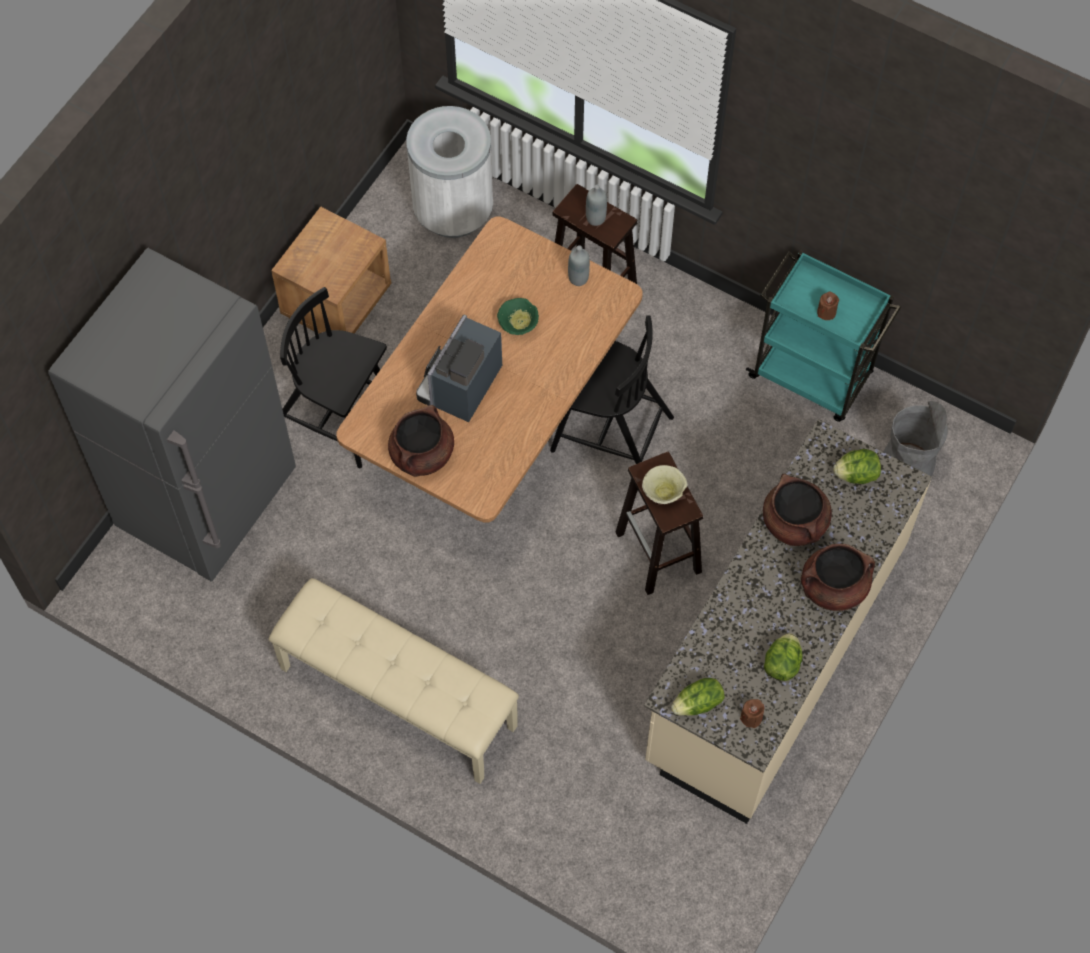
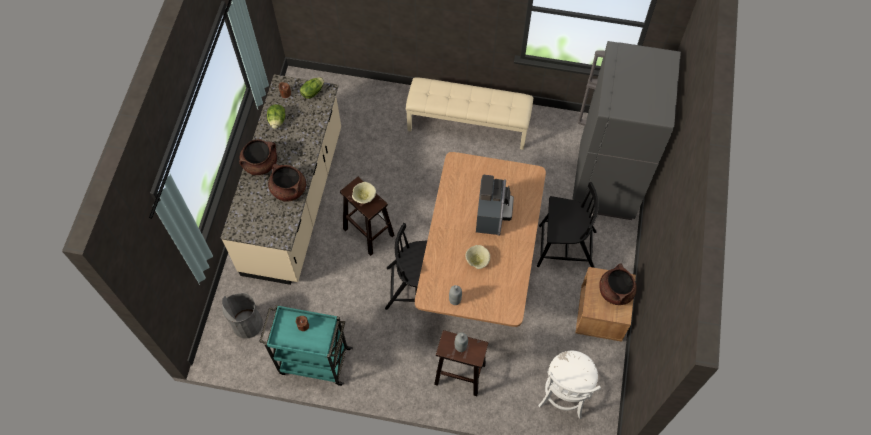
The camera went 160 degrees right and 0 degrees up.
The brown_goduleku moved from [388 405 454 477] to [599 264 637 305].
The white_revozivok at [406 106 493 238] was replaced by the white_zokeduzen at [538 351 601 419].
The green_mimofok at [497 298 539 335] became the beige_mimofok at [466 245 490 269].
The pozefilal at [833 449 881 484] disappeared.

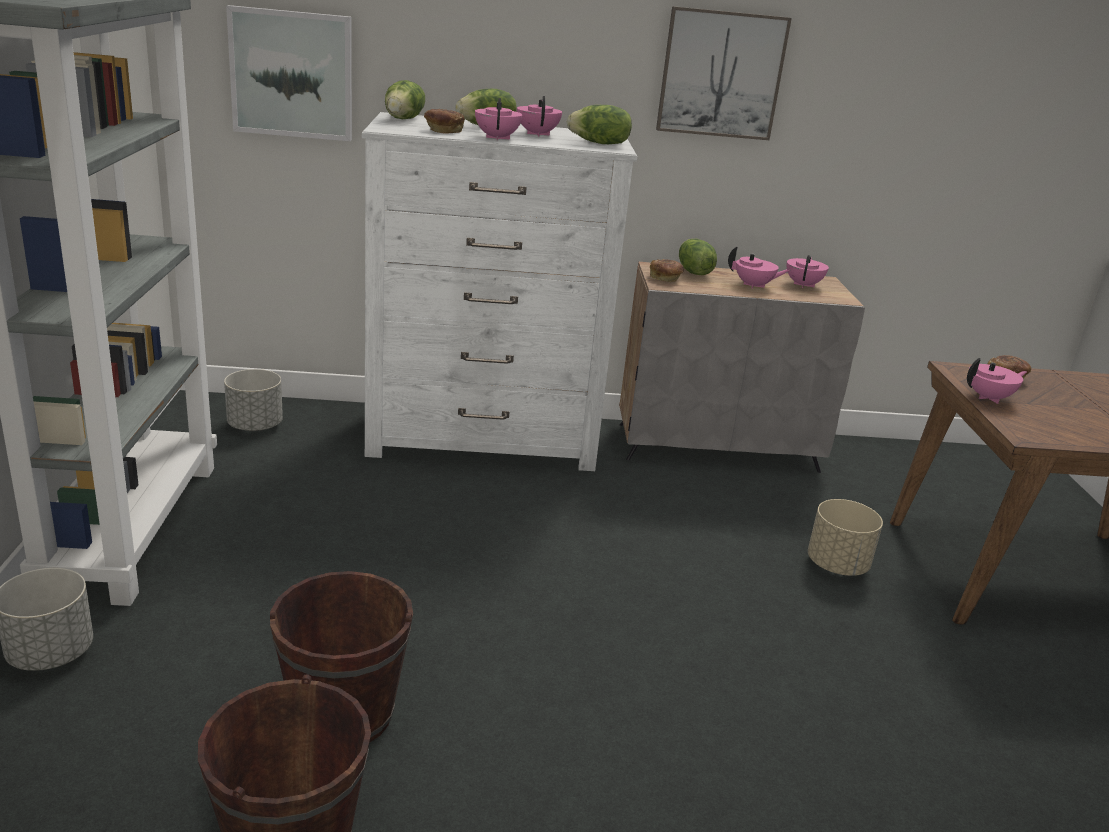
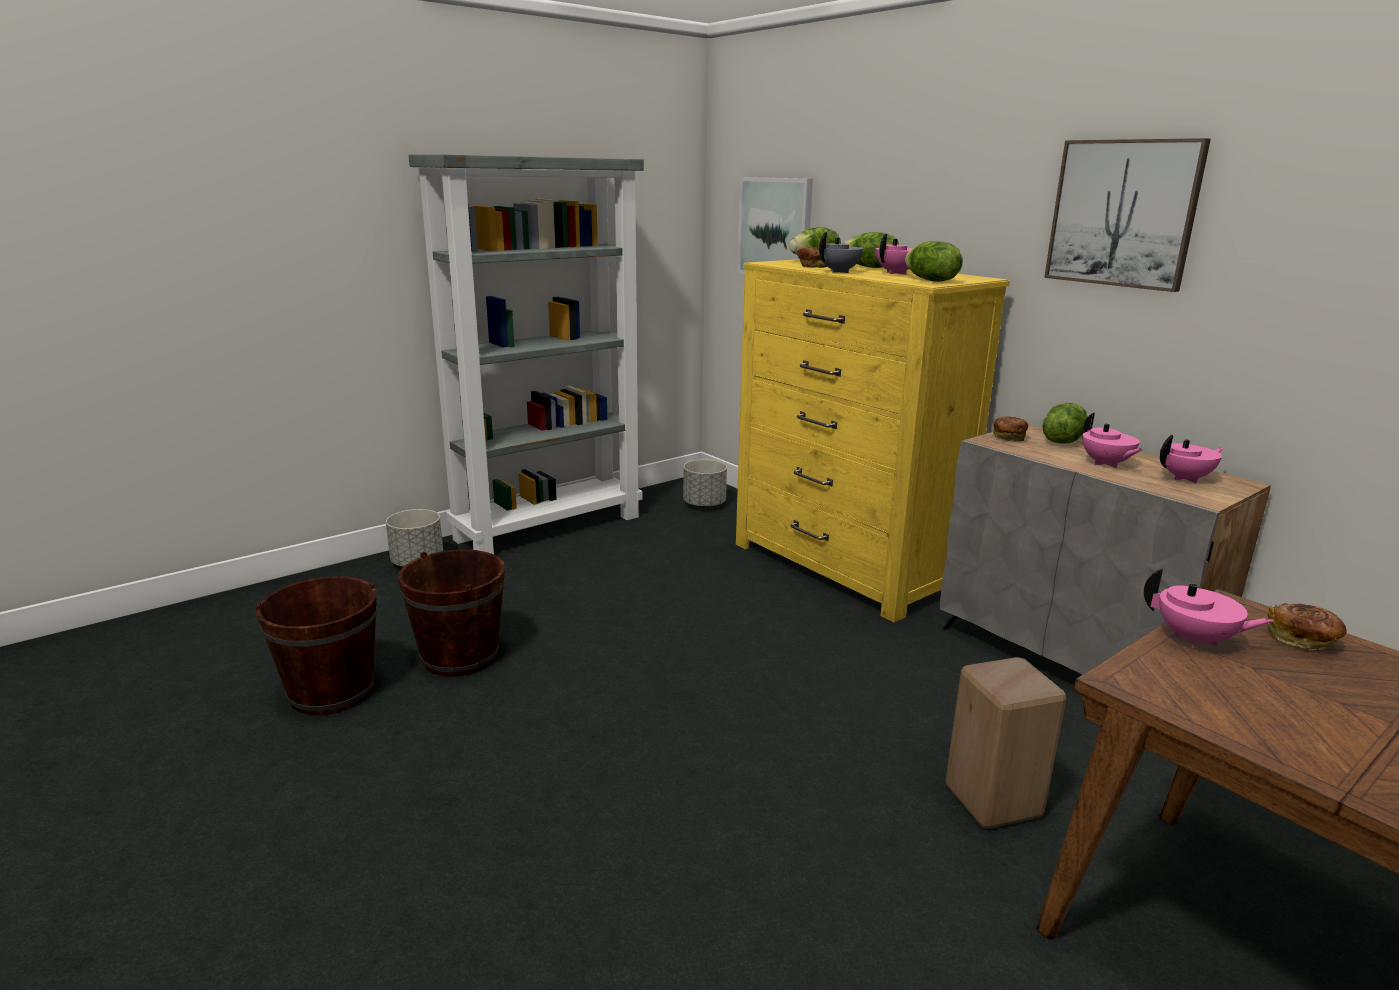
The camera went 55 degrees right and 5 degrees down.
The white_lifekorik at [362 112 637 471] became the yellow_lifekorik at [736 259 1010 623].
The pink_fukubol at [475 98 523 140] became the grey_fukubol at [819 232 864 273].
The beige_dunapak at [808 499 883 576] was replaced by the beige_zokeduzen at [946 657 1066 829].

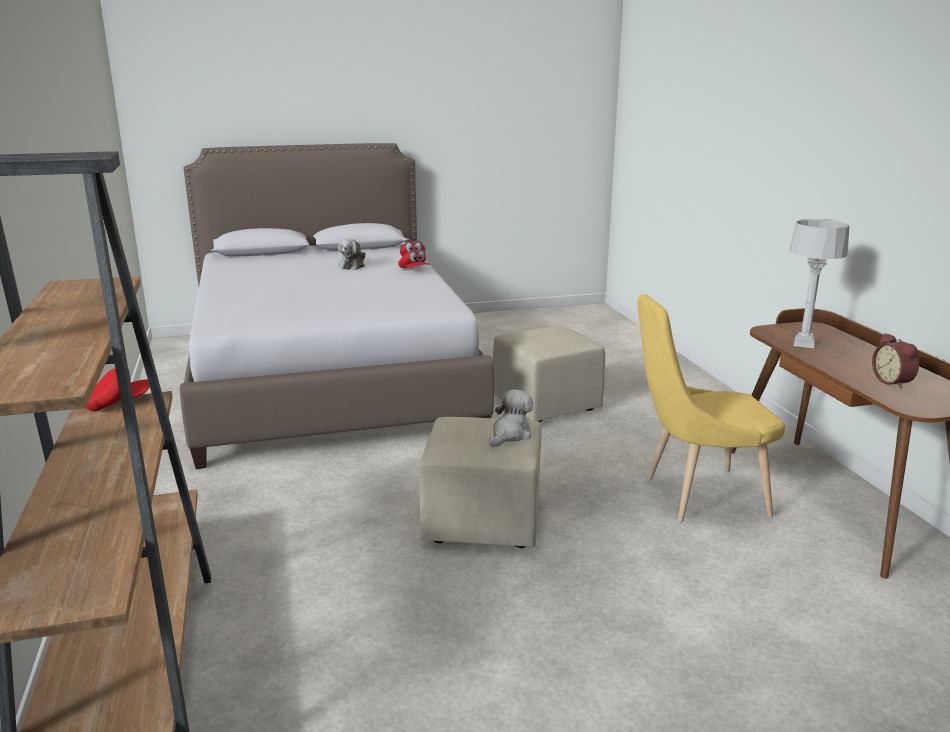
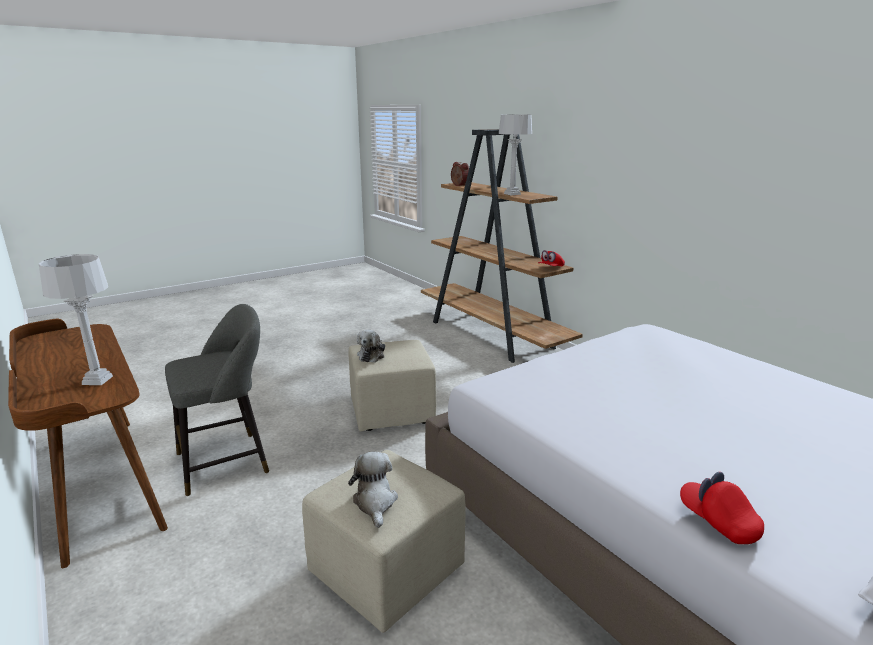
The camera went 160 degrees right and 0 degrees up.
The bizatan moved from [338 238 365 270] to [348 452 398 528].
The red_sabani at [398 249 430 268] disappeared.
The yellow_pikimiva at [638 294 785 522] was replaced by the grey_zokeduzen at [165 304 269 496].
The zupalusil moved from [872 333 919 389] to [451 162 469 186].
The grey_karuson at [499 114 532 195] appeared.

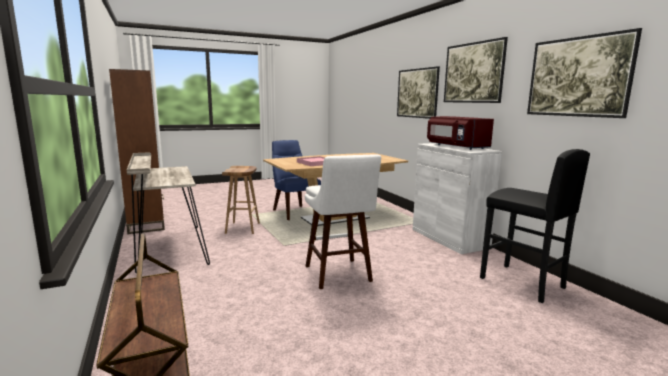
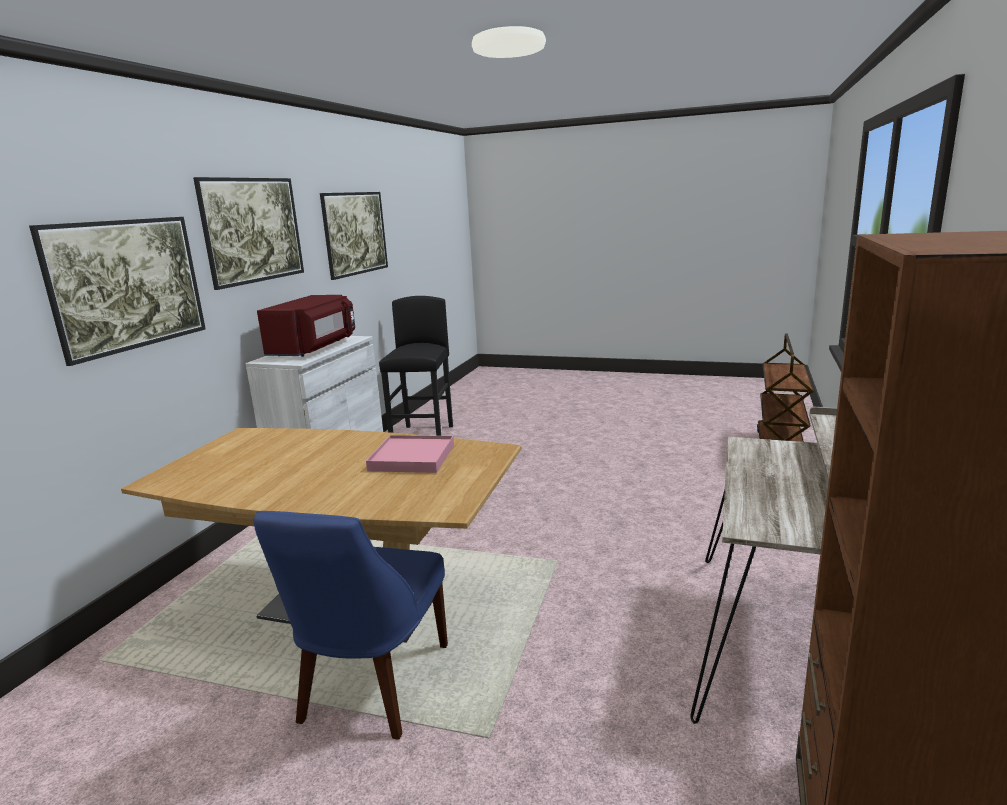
The camera went 135 degrees left and 5 degrees up.
The brown_zokeduzen at [222 166 260 234] disappeared.
The white_zokeduzen at [305 155 381 289] disappeared.

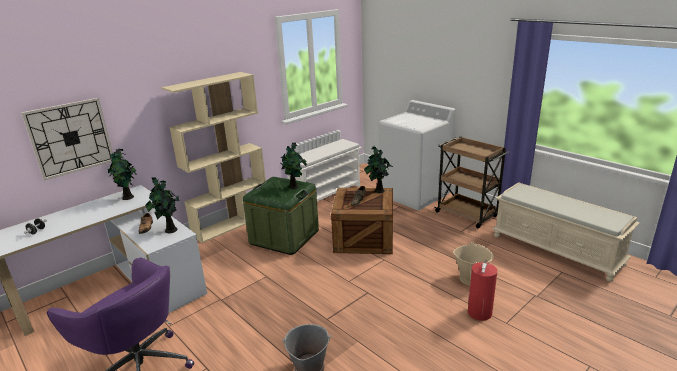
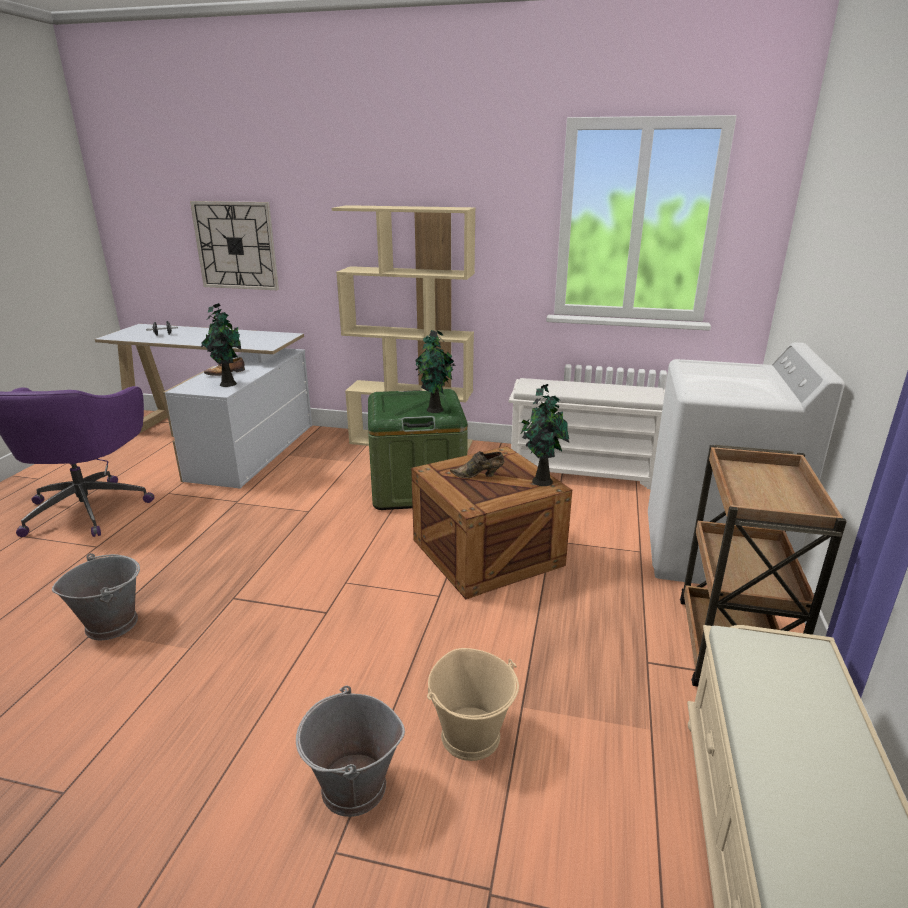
The camera went 55 degrees right and 0 degrees up.
The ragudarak at [108 149 137 200] disappeared.
The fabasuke at [468 260 497 321] was replaced by the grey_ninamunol at [296 686 405 817].

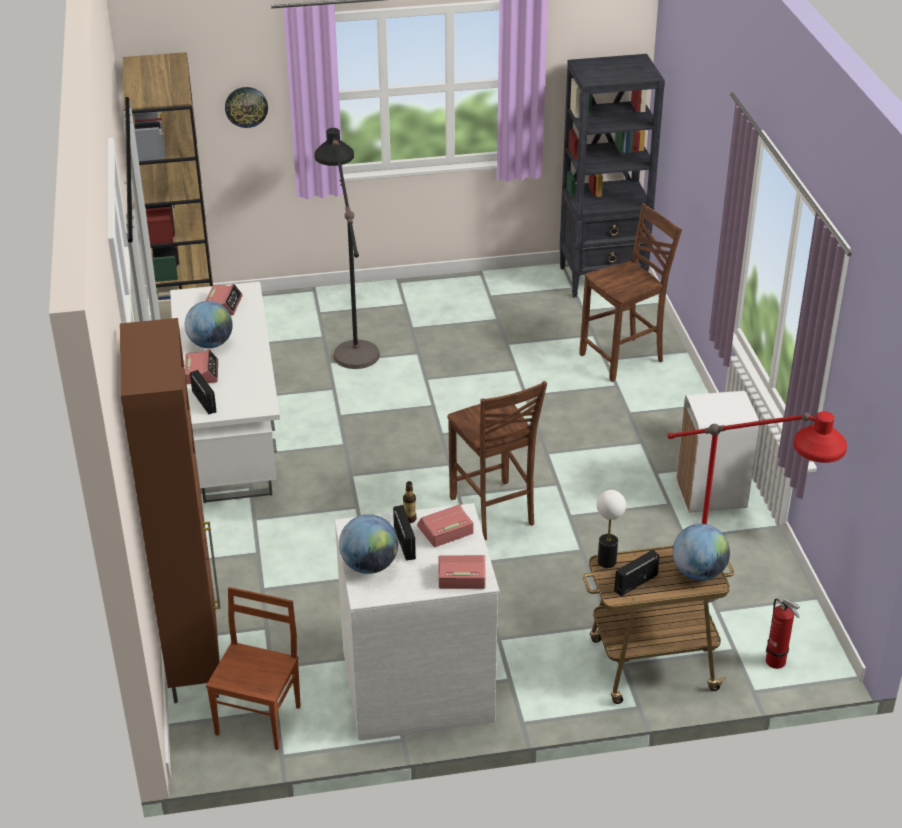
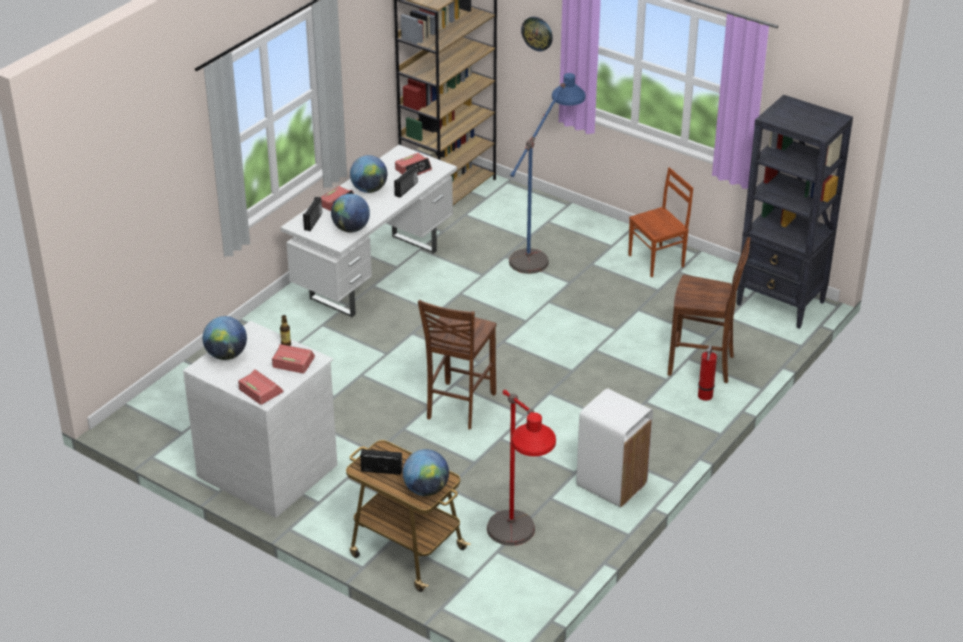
The camera went 45 degrees right and 0 degrees up.
The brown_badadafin at [120 318 221 703] disappeared.
The brown_pikimiva moved from [206 587 301 750] to [628 167 693 277].
The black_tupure at [314 128 380 369] became the blue_tupure at [509 73 586 274].
The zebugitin moved from [393 505 416 561] to [394 166 418 198].
The karuson at [597 490 626 568] disappeared.
The fabasuke moved from [766 598 800 669] to [698 345 717 401].
The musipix at [331 194 370 232] appeared.

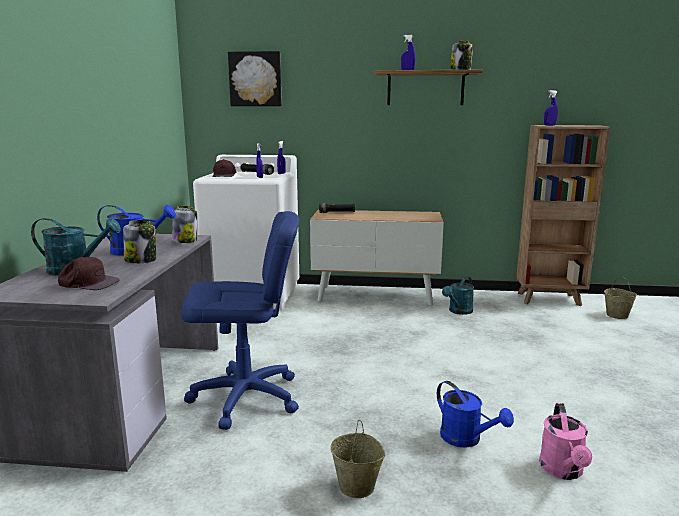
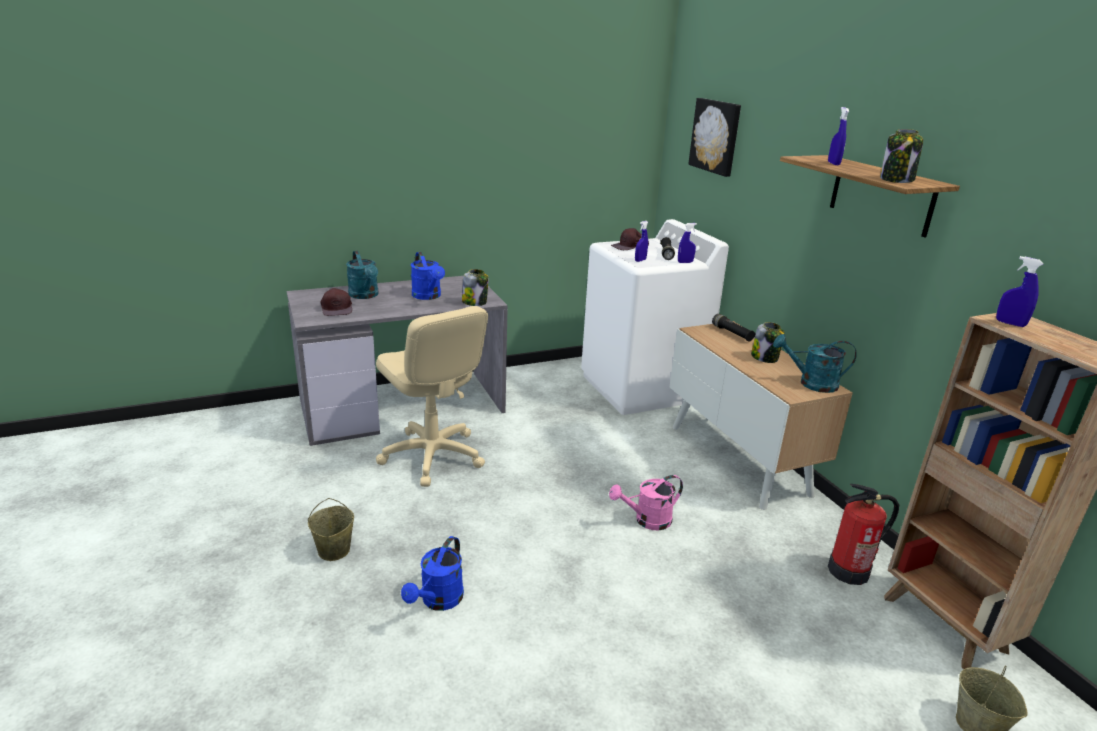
The camera went 60 degrees right and 10 degrees up.
The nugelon moved from [123 220 156 263] to [751 322 785 363].
The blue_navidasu at [181 211 299 430] became the beige_navidasu at [376 306 488 487].
The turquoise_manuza moved from [442 276 474 315] to [773 334 857 393].
The pink_manuza moved from [539 403 592 480] to [609 475 683 530].
The fabasuke at [828 484 899 585] appeared.

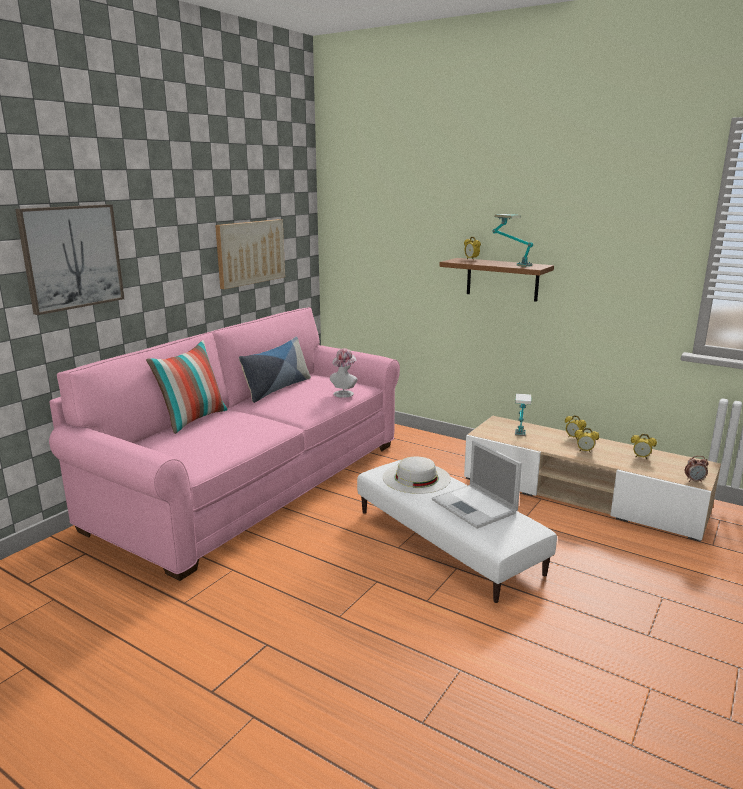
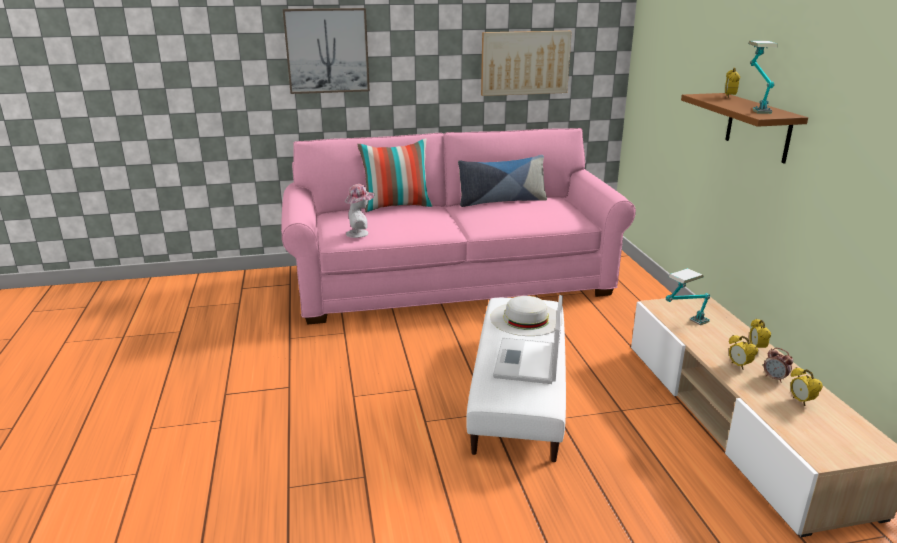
The camera went 45 degrees right and 5 degrees up.
The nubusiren moved from [330 348 357 398] to [345 184 375 238].
The zupalusil moved from [685 456 709 482] to [764 348 793 383].

